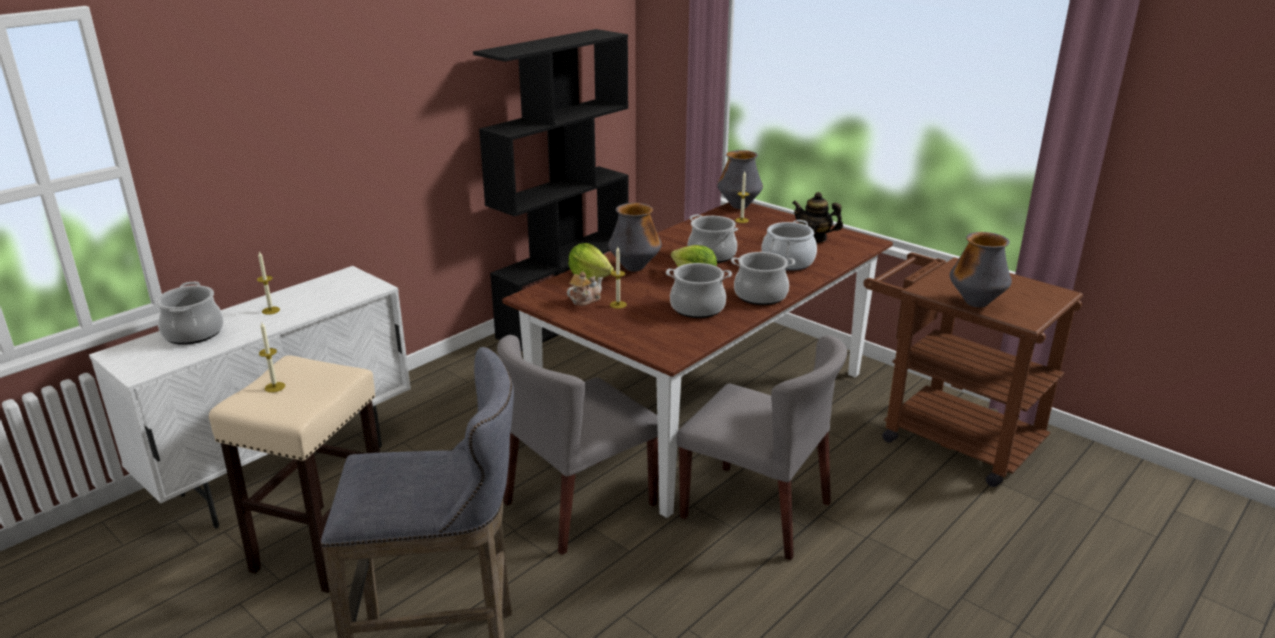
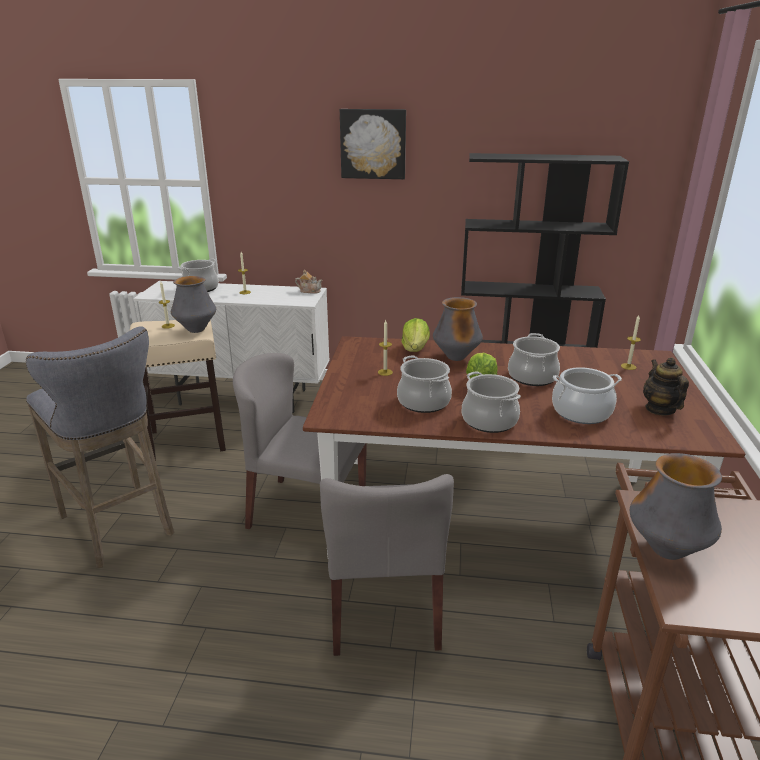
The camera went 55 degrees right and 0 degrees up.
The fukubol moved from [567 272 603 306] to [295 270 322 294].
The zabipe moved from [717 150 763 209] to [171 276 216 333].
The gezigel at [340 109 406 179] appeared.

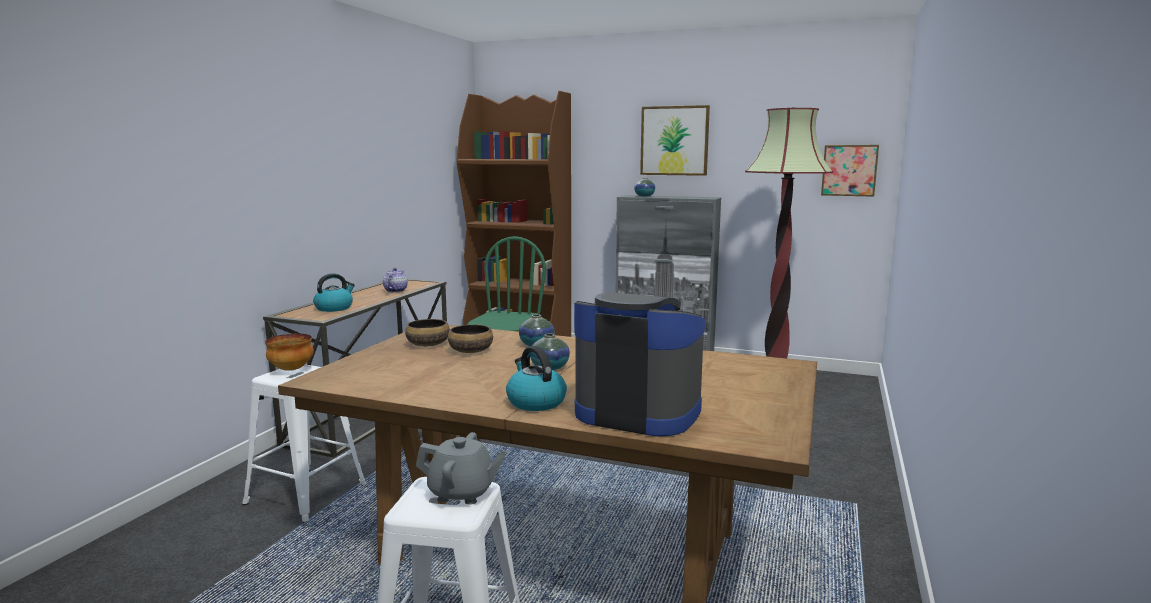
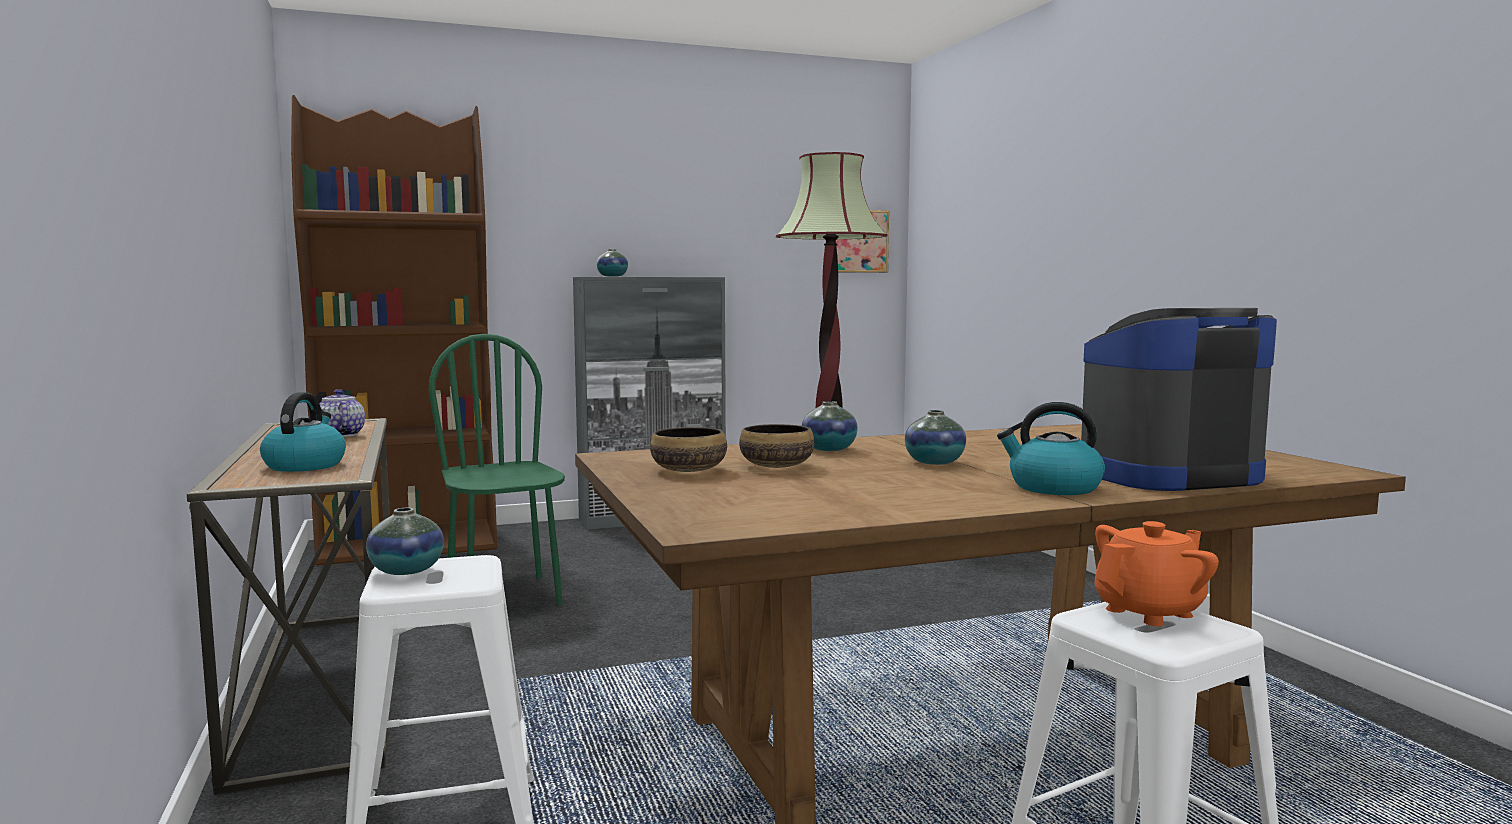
The camera went 40 degrees left and 5 degrees down.
The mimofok at [265 334 314 371] was replaced by the zabipe at [366 508 444 575].
The grey_fukubol at [416 432 507 505] became the orange_fukubol at [1094 521 1219 626].
The gezigel at [640 105 710 176] disappeared.

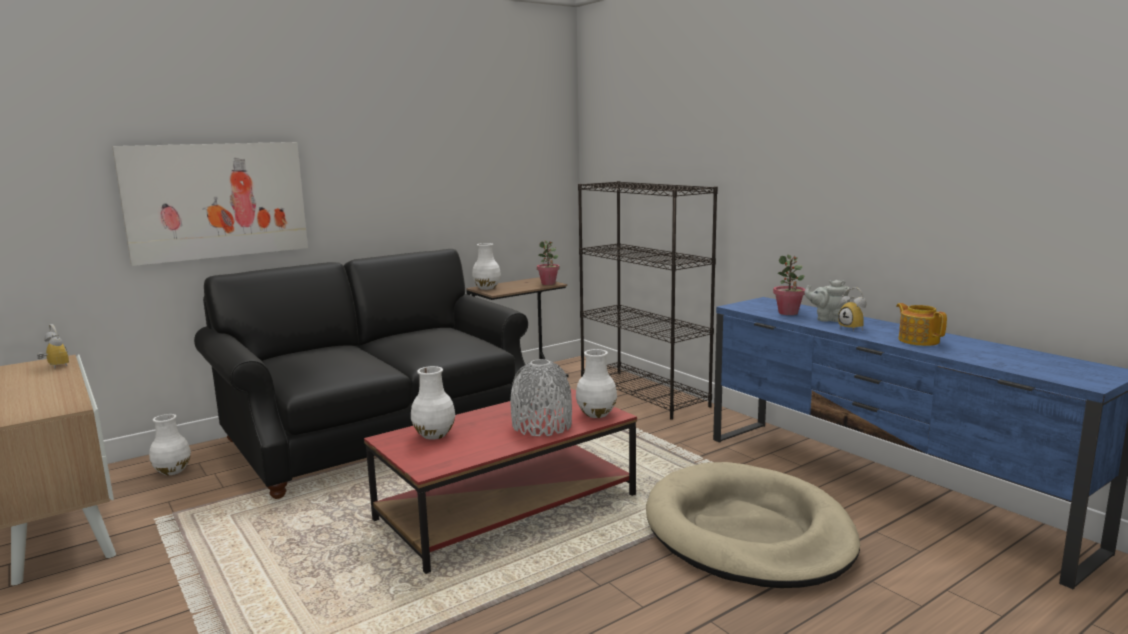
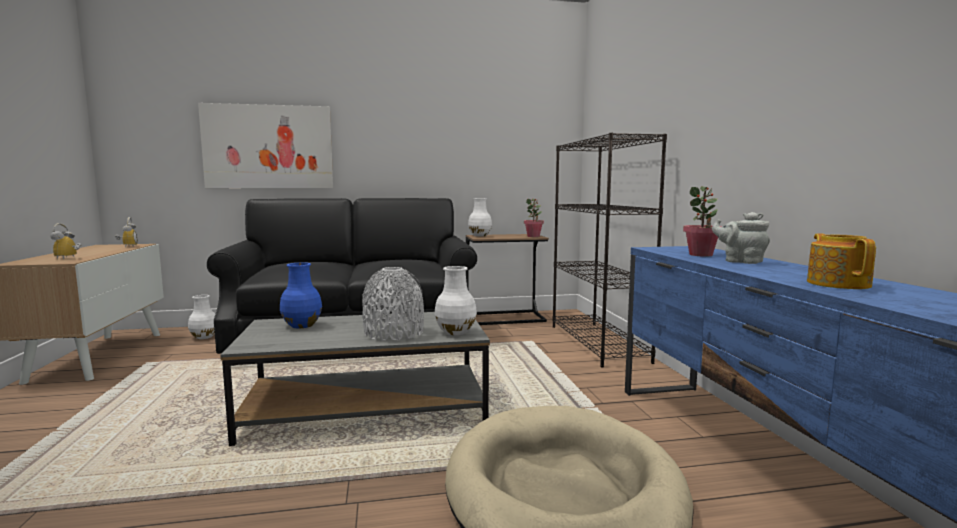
The camera went 25 degrees right and 5 degrees down.
The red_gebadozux at [364 388 637 574] became the grey_gebadozux at [220 312 490 446].
The white_zabipe at [411 366 455 440] became the blue_zabipe at [280 262 322 328].
The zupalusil moved from [838 287 866 331] to [50 223 82 259].

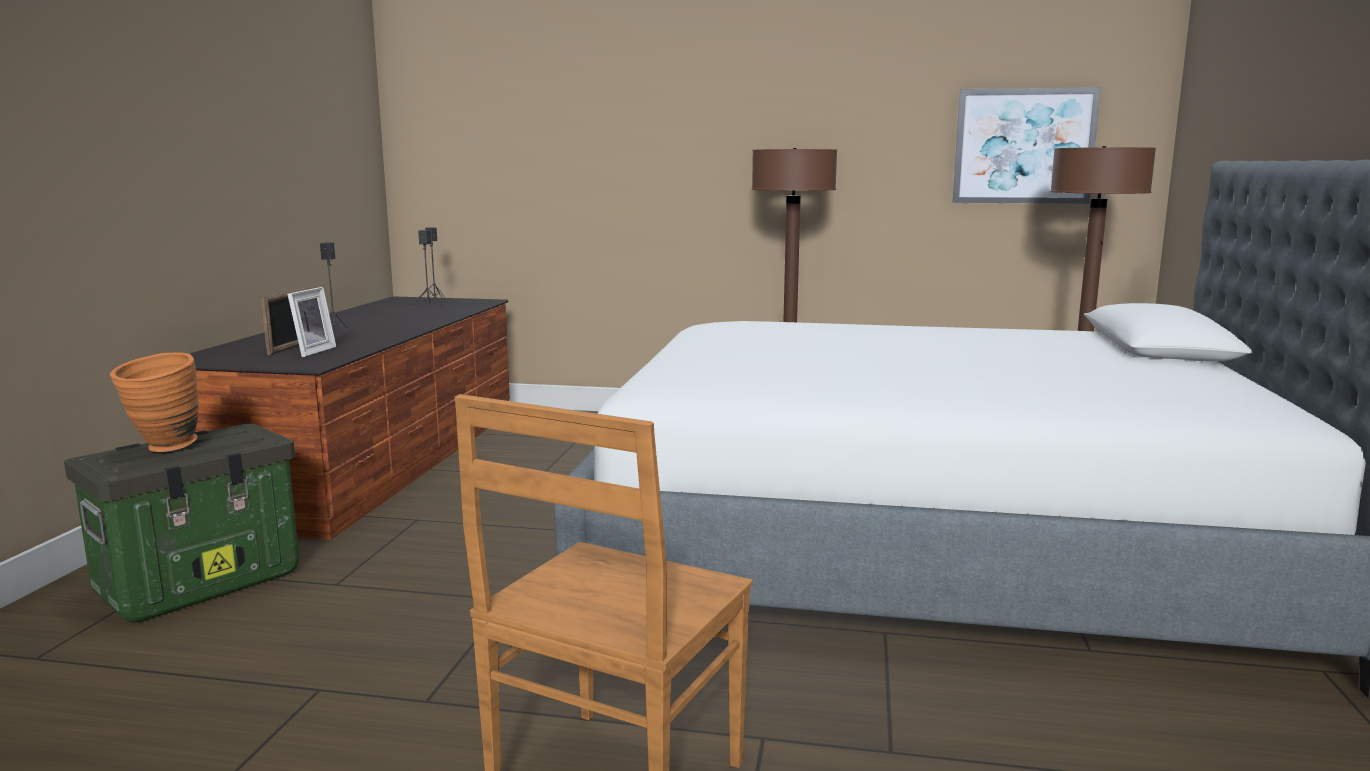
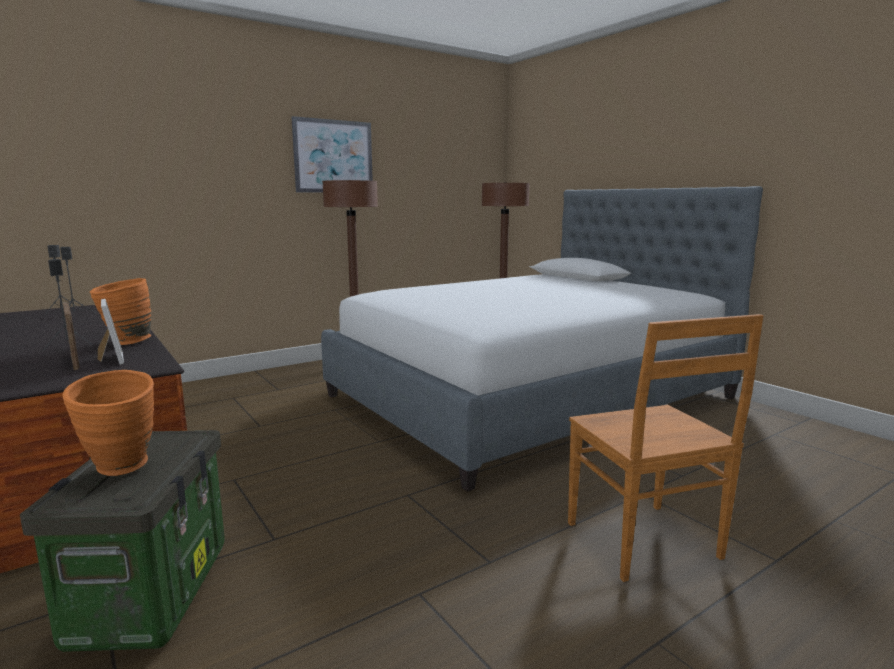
The camera went 45 degrees left and 0 degrees up.
The gezigel moved from [952 87 1101 204] to [291 116 373 193].
The orange_zabipe at [90 278 151 345] appeared.

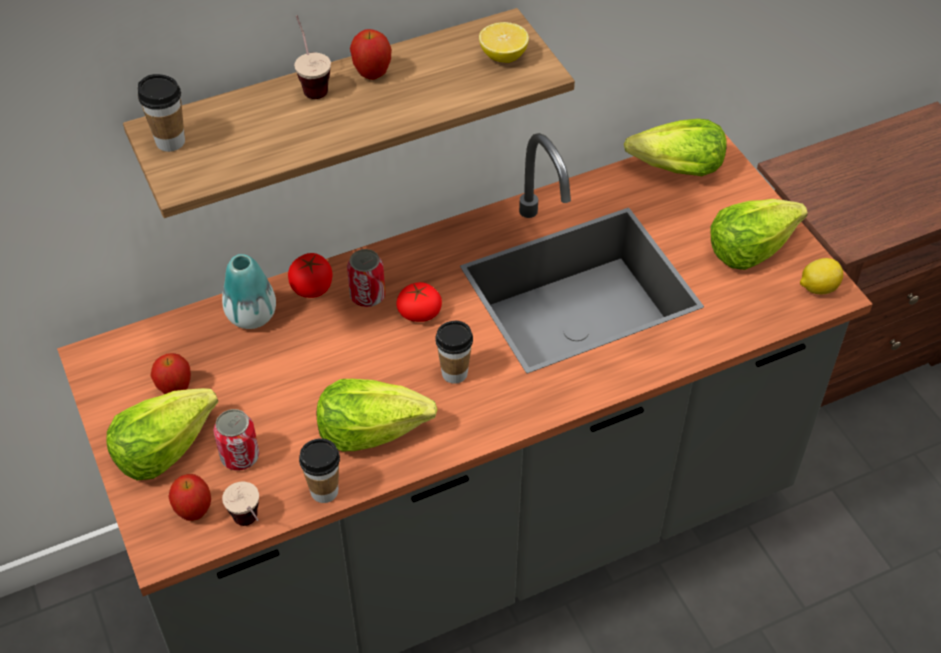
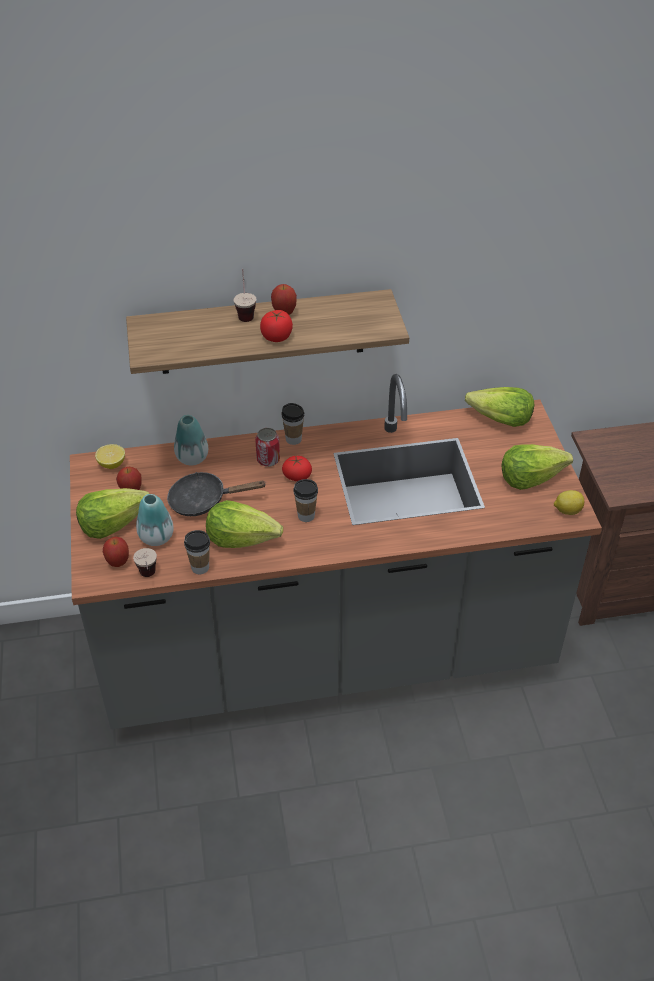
The camera went 15 degrees right and 5 degrees down.
The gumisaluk moved from [138 74 185 152] to [282 403 304 445].
The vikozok at [213 409 259 471] was replaced by the zabipe at [136 494 174 546].
The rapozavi moved from [288 253 332 298] to [260 310 293 342].
The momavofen moved from [479 22 529 63] to [95 444 125 469].
The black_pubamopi at [167 472 267 516] appeared.

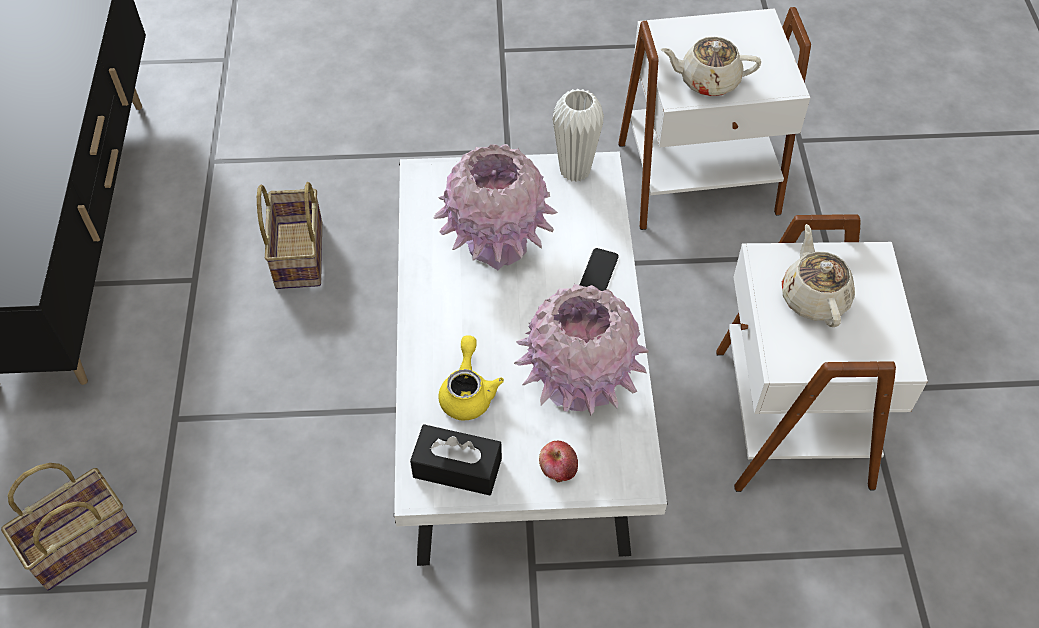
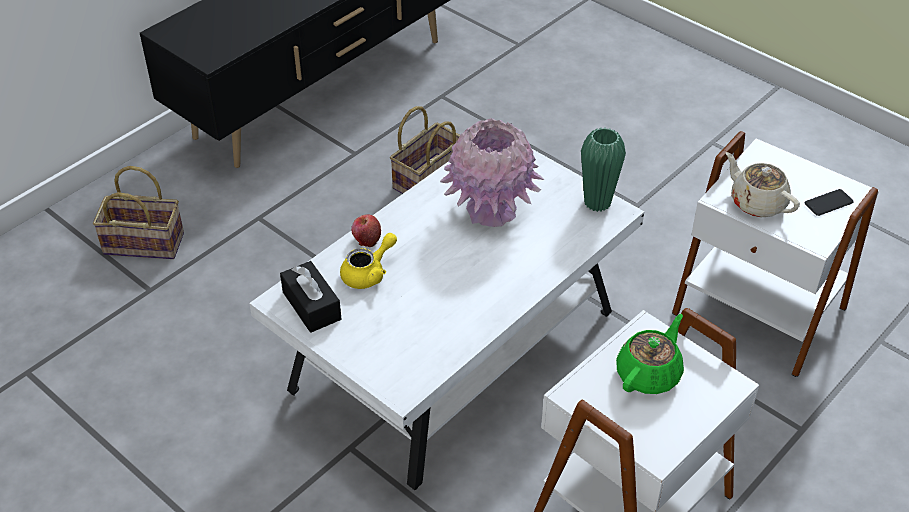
The camera went 45 degrees right and 10 degrees down.
The pink_zabipe at [514 284 649 416] disappeared.
The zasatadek moved from [539 441 578 483] to [351 214 381 247].
The white_zabipe at [552 89 604 182] became the green_zabipe at [581 127 626 212].
The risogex moved from [580 248 619 291] to [805 189 854 216].
The beige_fukubol at [782 224 855 327] became the green_fukubol at [616 314 684 394].

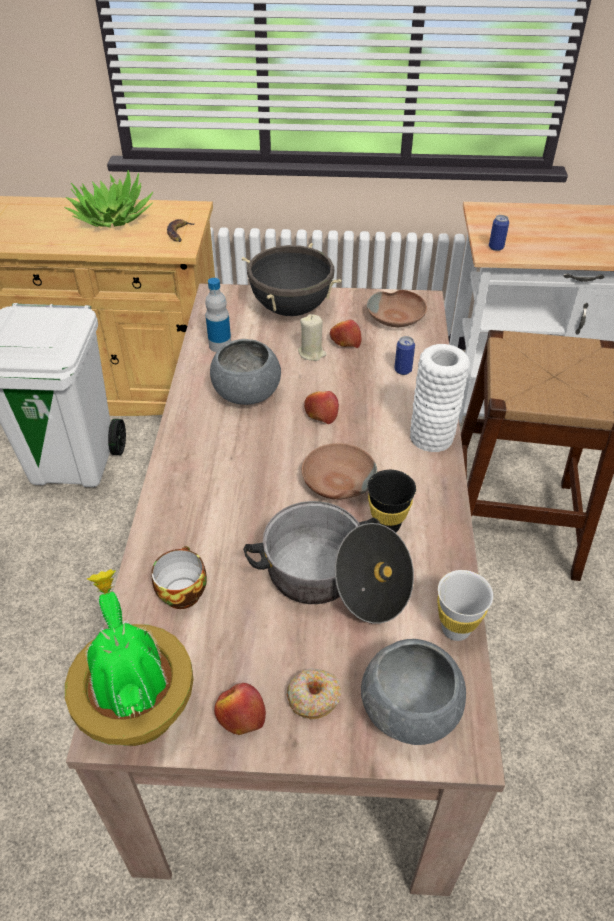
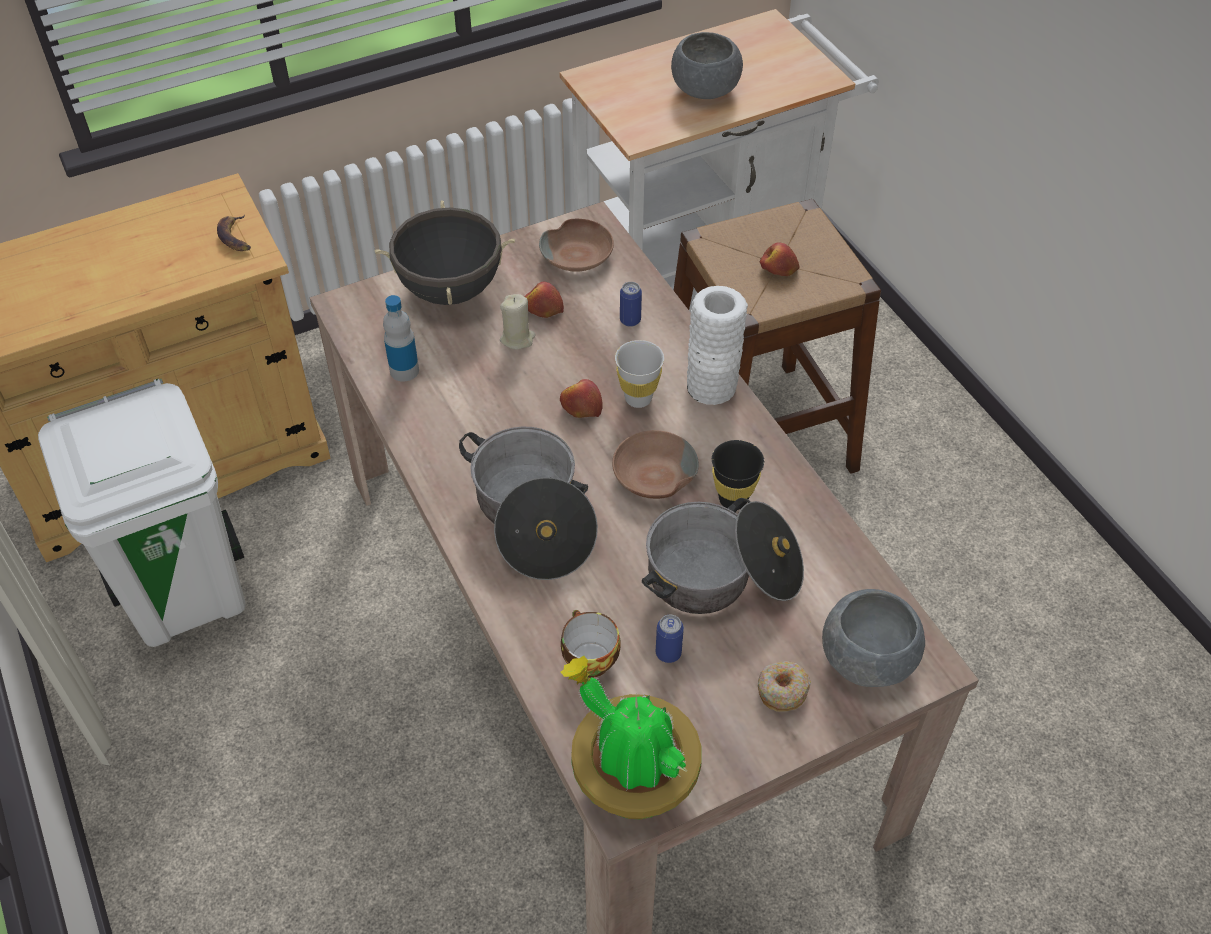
The camera went 30 degrees left and 5 degrees up.
The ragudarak at [64 170 153 228] disappeared.
The grey_mimofok moved from [210 339 281 405] to [671 32 743 99].
The zasatadek moved from [214 683 266 735] to [760 242 799 276].
The white_gumisaluk moved from [437 570 493 641] to [615 340 664 408].
The vikozok moved from [489 215 509 251] to [656 615 684 663].
The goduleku at [459 427 598 580] appeared.

